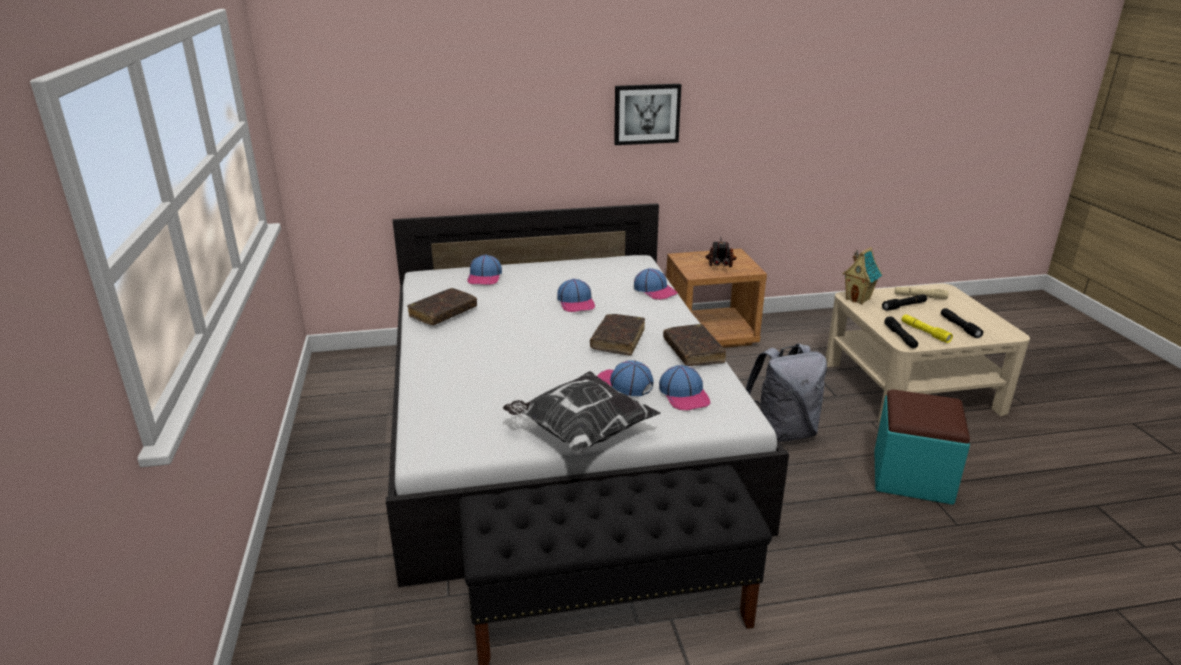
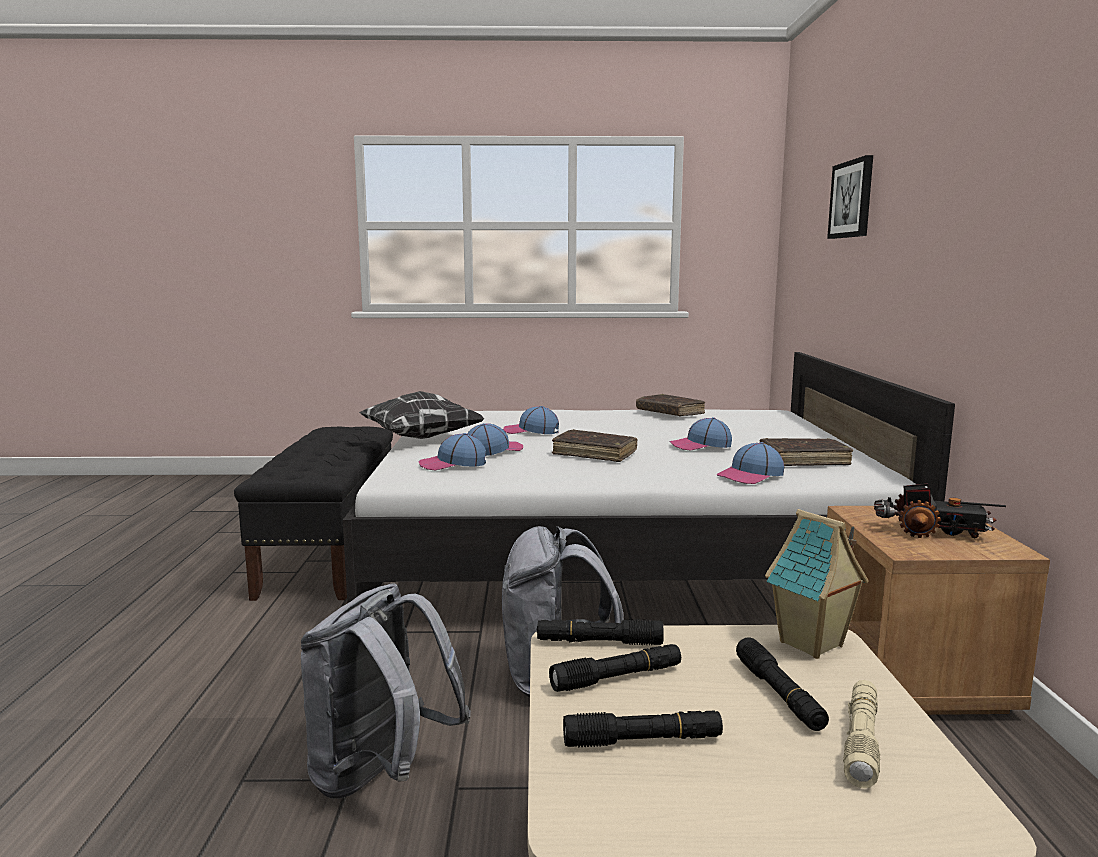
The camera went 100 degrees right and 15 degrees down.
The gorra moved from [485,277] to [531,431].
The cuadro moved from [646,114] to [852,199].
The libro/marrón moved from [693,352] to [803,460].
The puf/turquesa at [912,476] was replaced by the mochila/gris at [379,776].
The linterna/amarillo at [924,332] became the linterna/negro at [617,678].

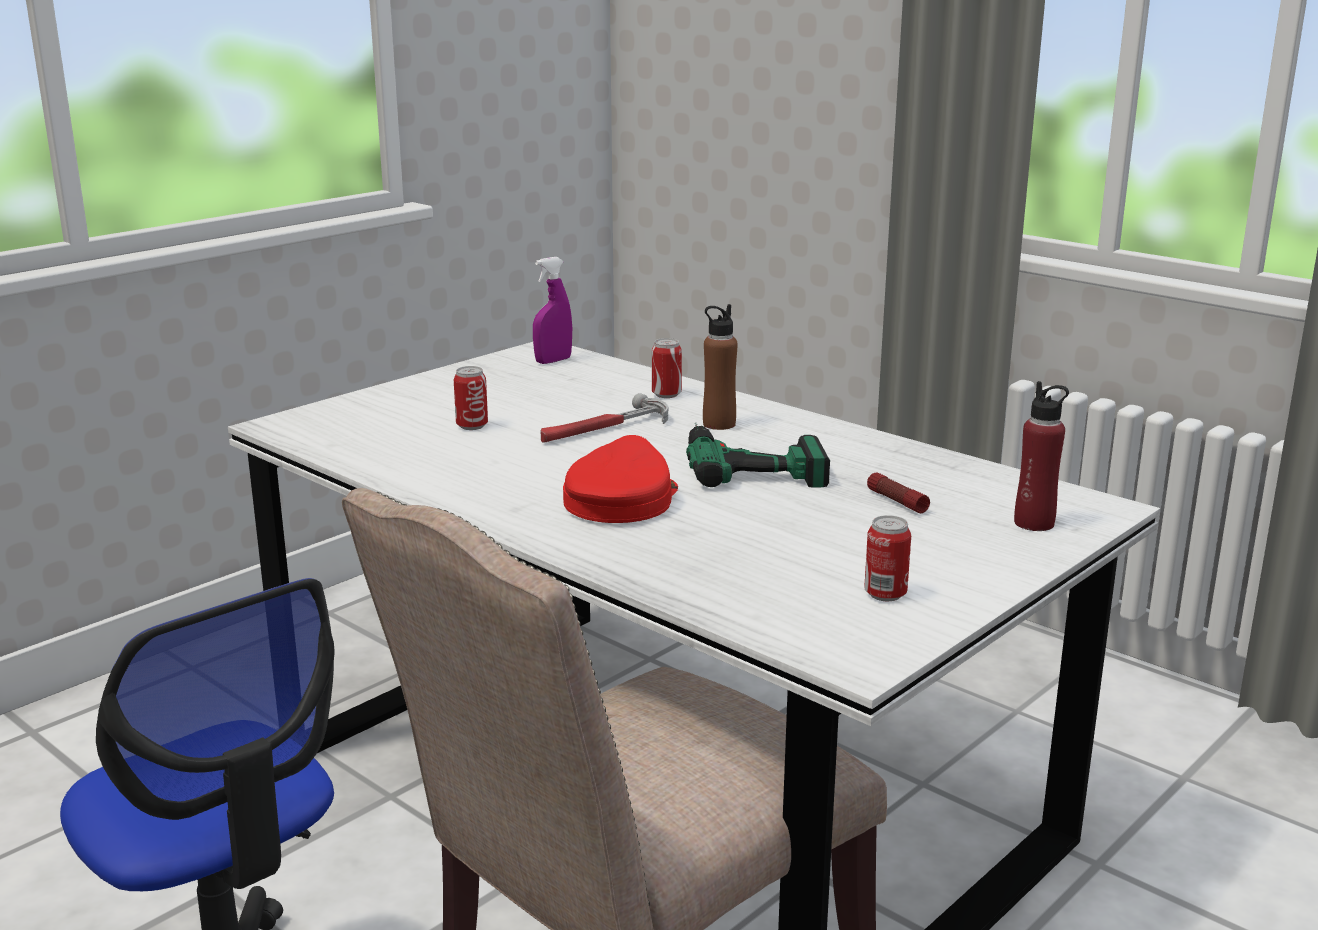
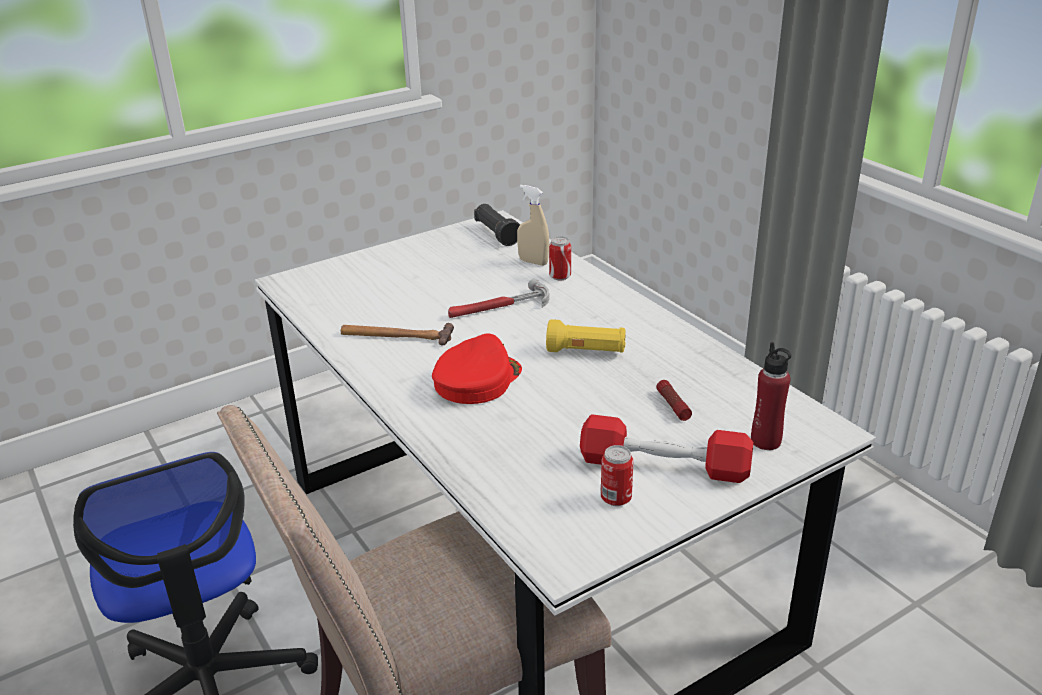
The camera went 15 degrees right and 10 degrees up.
The lata at [472,426] disappeared.
The botella/marrón at [719,424] disappeared.
The martillo at [396,336] appeared.
The pulverizador/beis at [533,262] appeared.
The mancuerna/rojo at [664,465] appeared.
The pulverizador/morado at [553,361] was replaced by the linterna/negro at [497,234].
The taladro at [750,461] was replaced by the linterna/amarillo at [586,352].

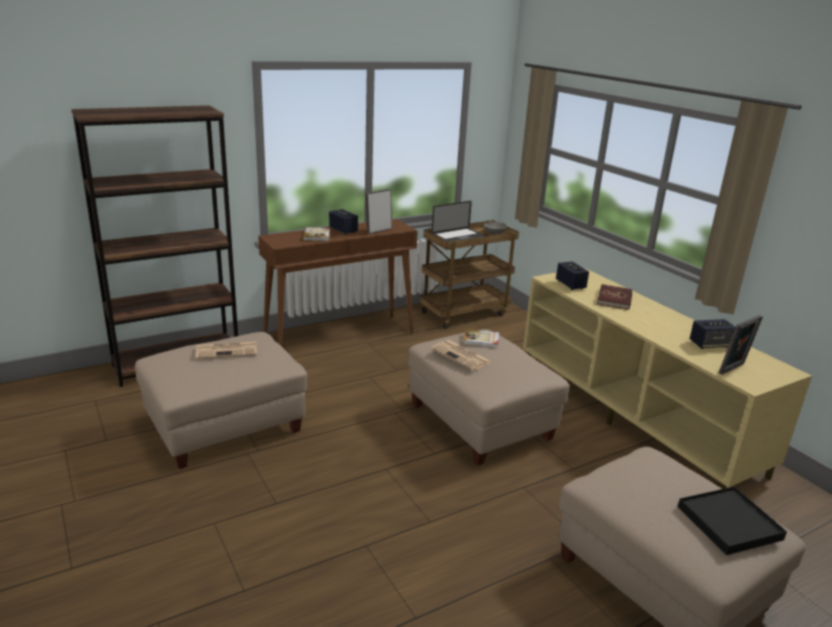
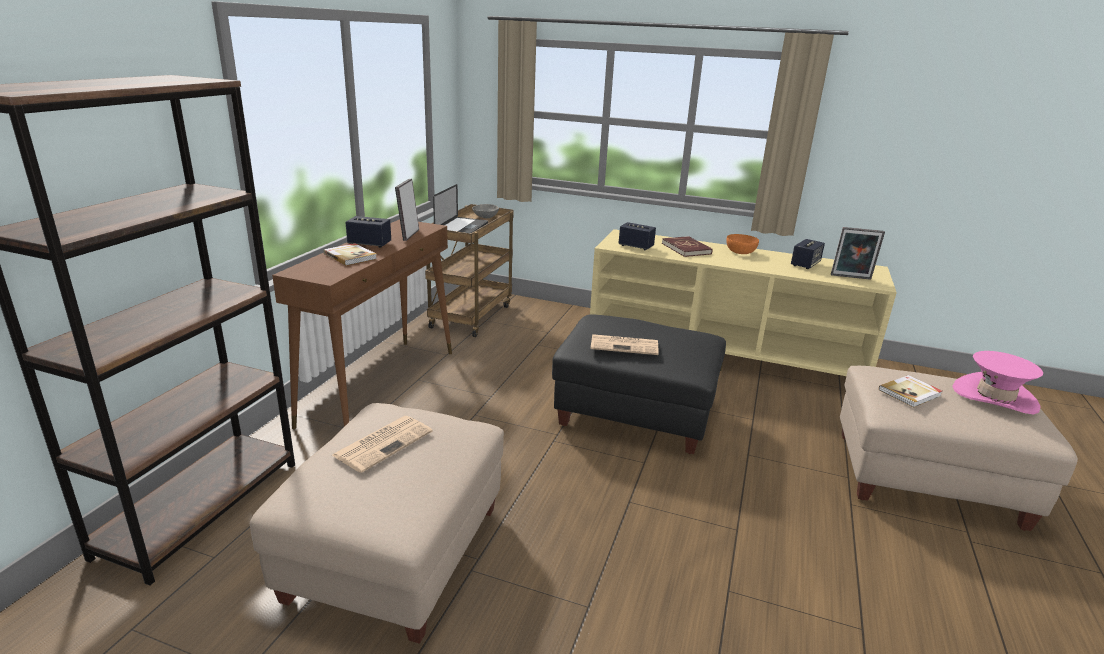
The camera went 40 degrees left and 0 degrees up.
The cuenco/naranja at [740,252] appeared.
The libro moved from [481,340] to [910,393].
The bandeja/negro at [729,523] was replaced by the sombrero/rosa at [994,397].
The puf/beis at [480,422] became the puf/negro at [635,413].
The portarretratos at [733,369] turned 90 degrees clockwise.

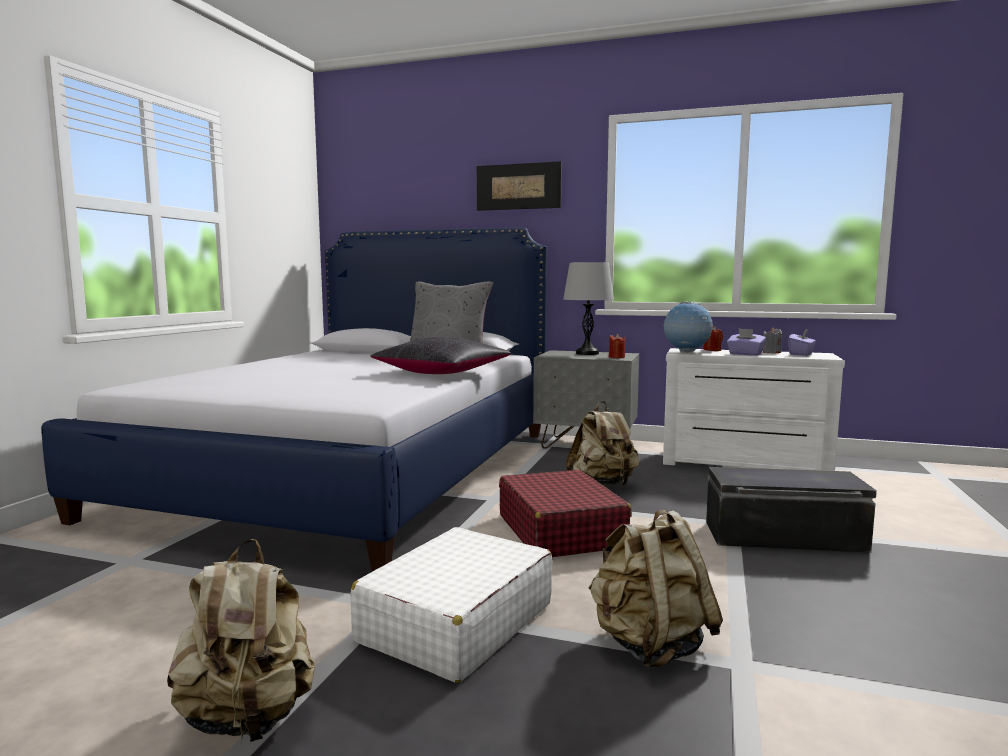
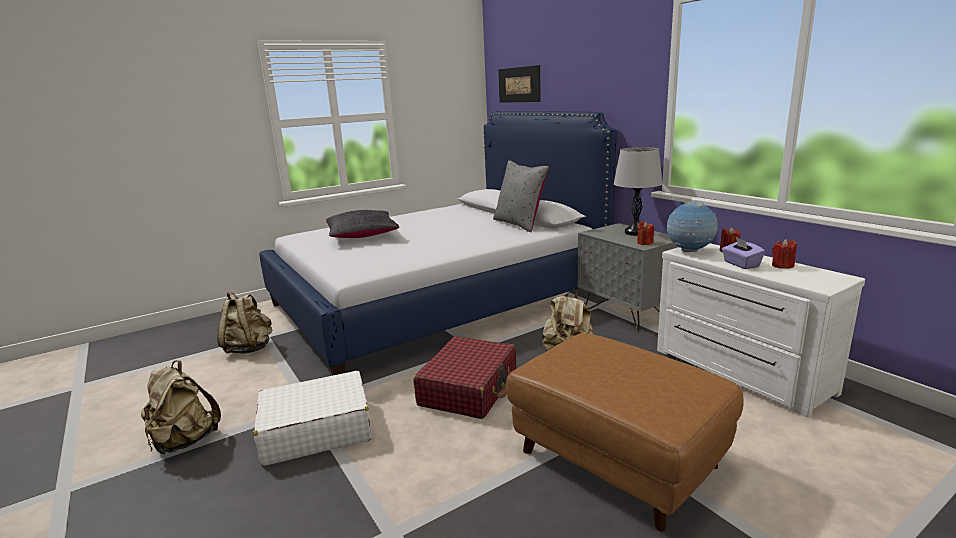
The camera went 40 degrees right and 10 degrees up.
The caja de pañuelos/morado at [801,354] disappeared.
The cojín/negro moved from [442,373] to [362,235].
The cuadro moved from [518,186] to [519,84].
The mochila/beis moved from [649,645] to [249,348].
The caja de almacenaje/negro at [784,537] was replaced by the puf/marrón at [618,458].
The vela/gris at [771,352] became the vela/rojo at [782,266].

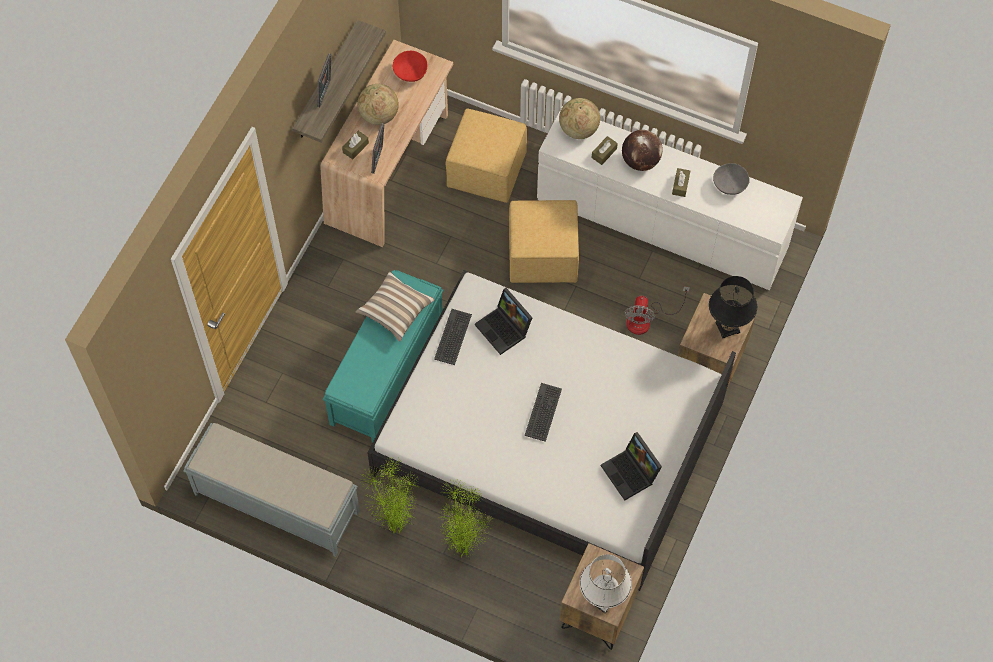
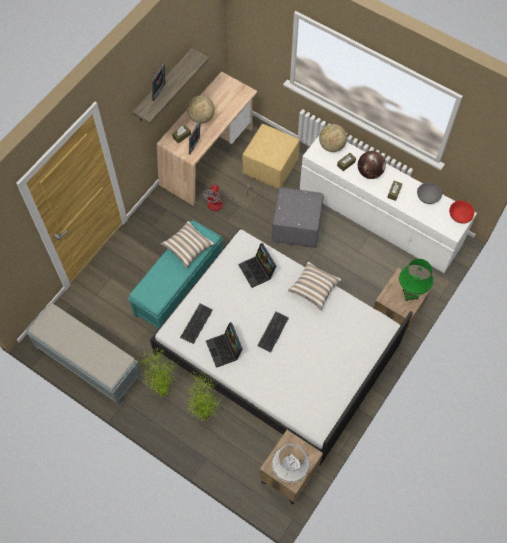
The camera went 10 degrees right and 0 degrees up.
The cojín at [314,288] appeared.
The cuenco/rojo moved from [410,72] to [459,216].
The teclado moved from [453,337] to [197,323].
The portátil moved from [631,473] to [225,350].
The ventilador moved from [646,320] to [220,202].
The puf/amarillo at [543,255] became the puf/gris at [296,227].
The lámpara de mesa/negro at [727,328] became the lámpara de mesa/verde at [410,294].

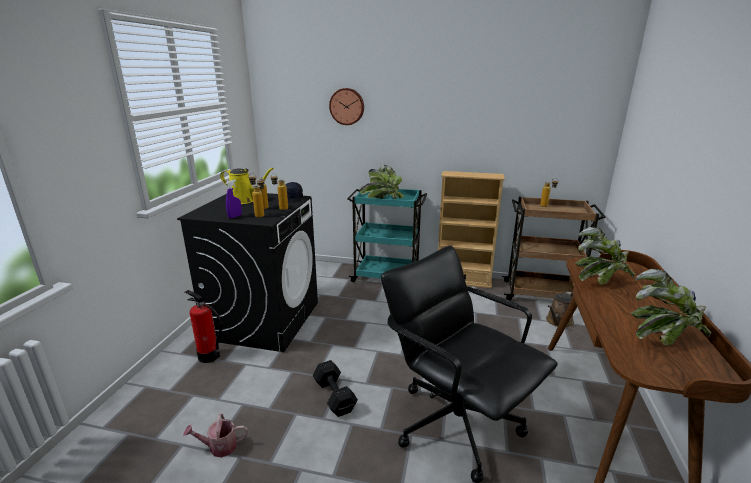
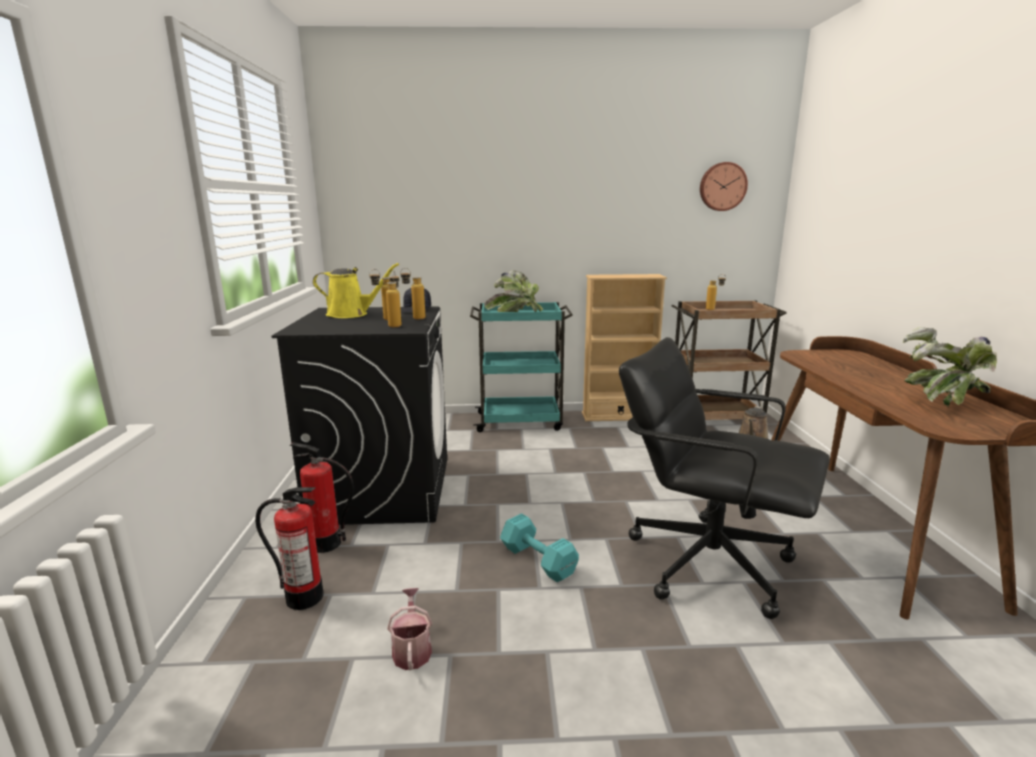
The camera went 15 degrees left and 5 degrees down.
The pulverizador/morado at [235,216] disappeared.
The planta en maceta at [600,280] disappeared.
The extintor at [304,597] appeared.
The reloj de pared moved from [347,106] to [722,186].
The mancuerna/negro at [334,395] became the mancuerna/turquesa at [537,559].
The regadera at [219,447] turned 105 degrees clockwise.

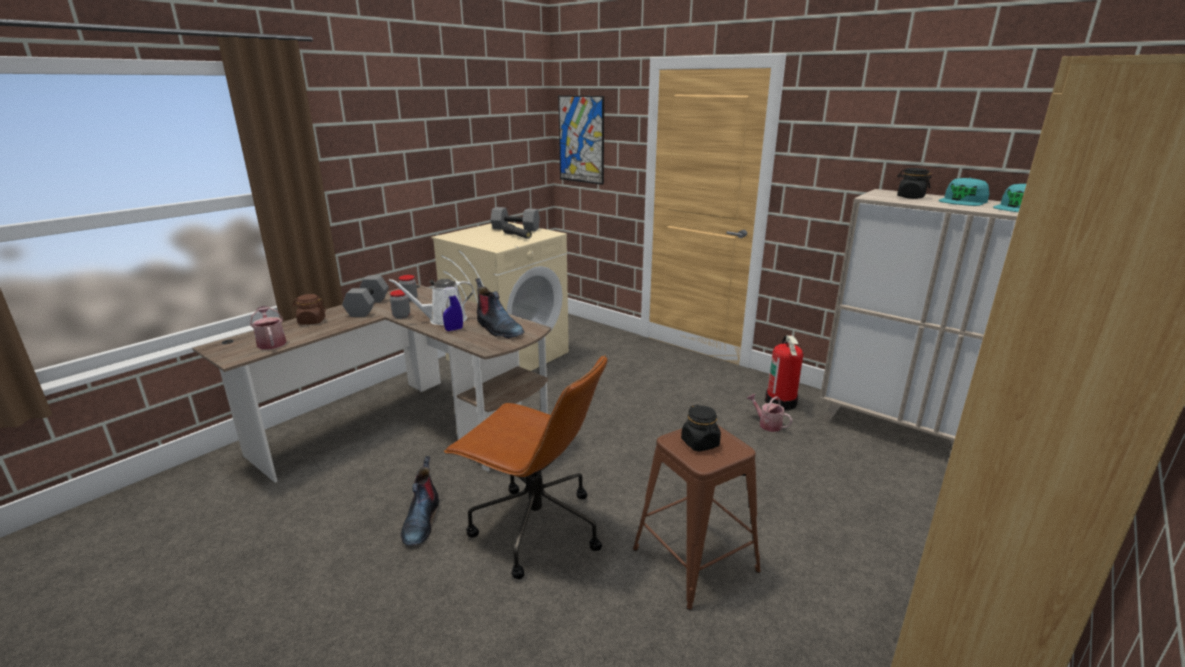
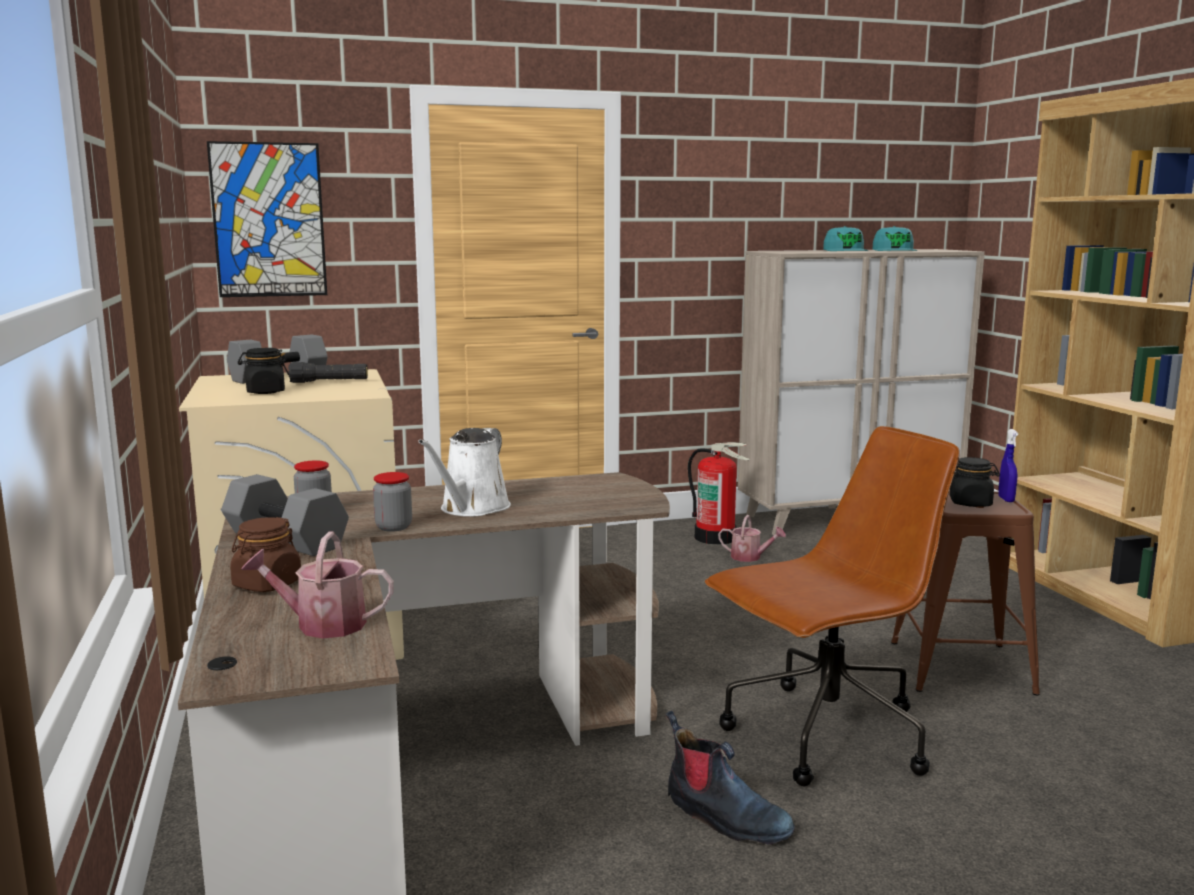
The camera went 55 degrees left and 10 degrees down.
The bota at [498,329] disappeared.
The pulverizador/azul moved from [454,329] to [1006,499].
The tarro/negro moved from [910,197] to [265,392].
The regadera at [767,424] turned 150 degrees counterclockwise.

